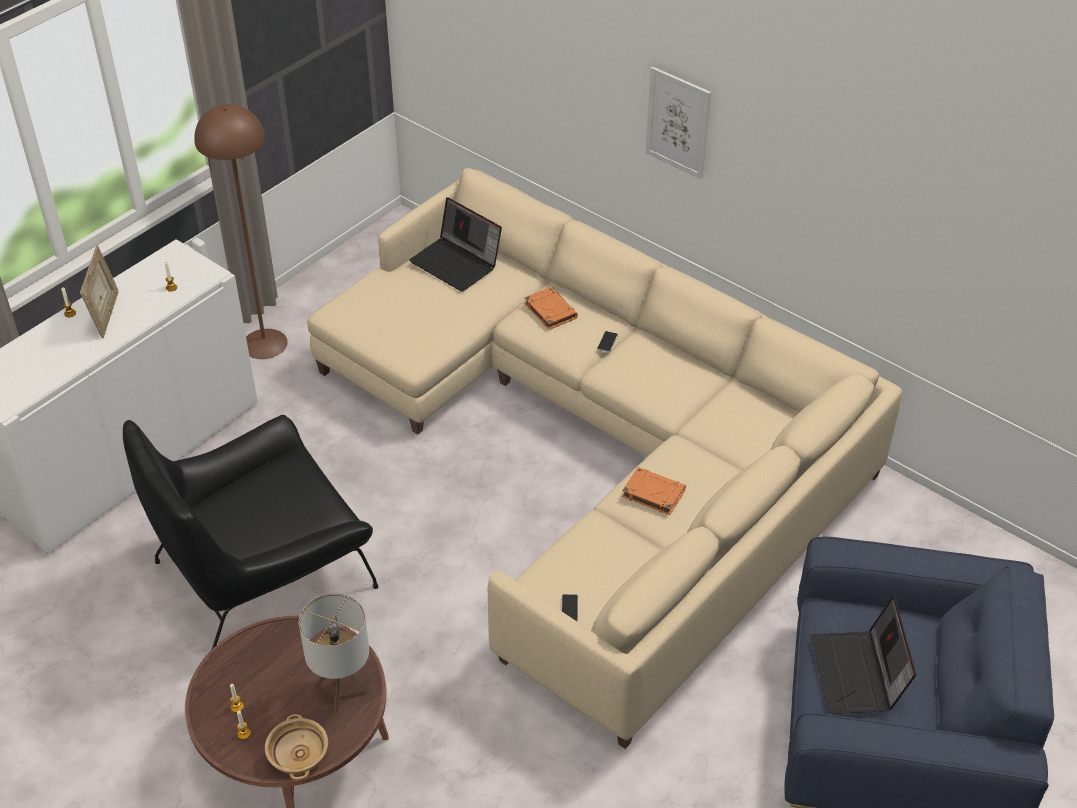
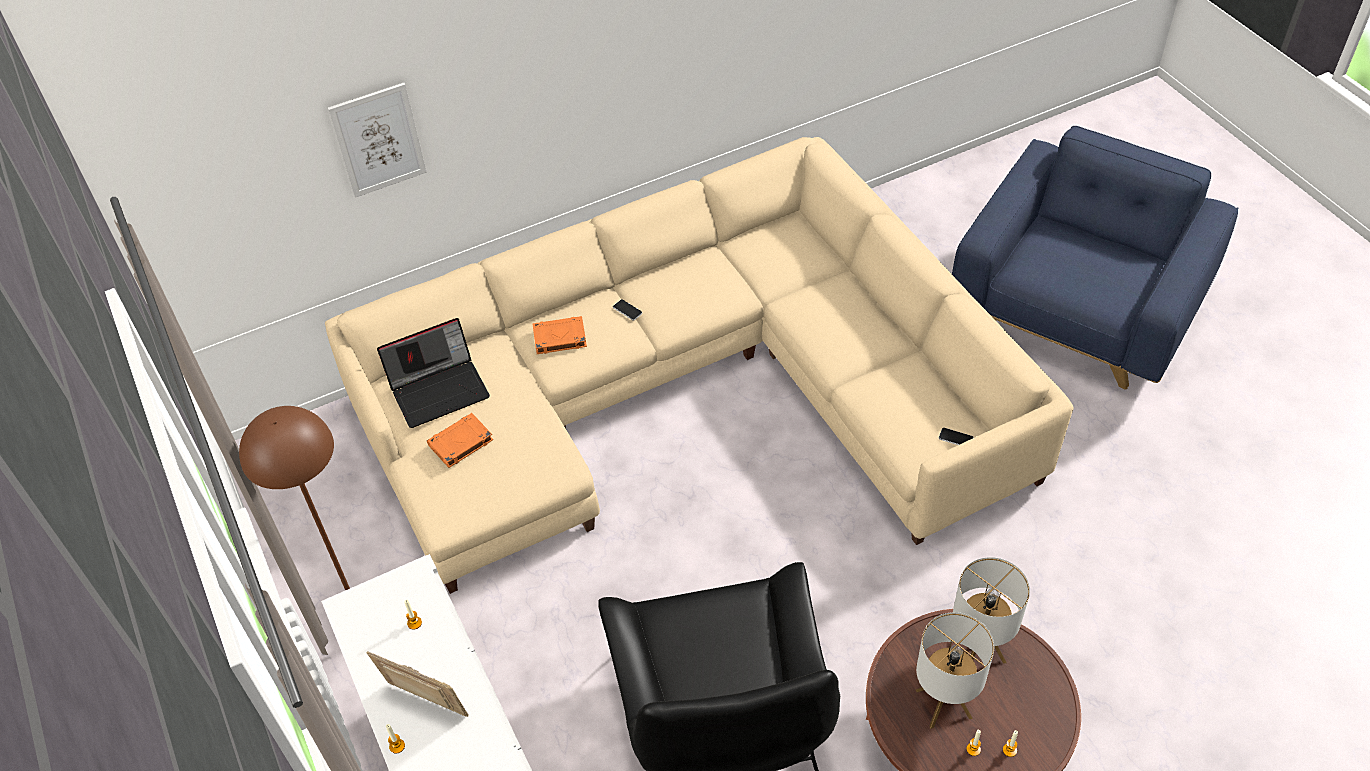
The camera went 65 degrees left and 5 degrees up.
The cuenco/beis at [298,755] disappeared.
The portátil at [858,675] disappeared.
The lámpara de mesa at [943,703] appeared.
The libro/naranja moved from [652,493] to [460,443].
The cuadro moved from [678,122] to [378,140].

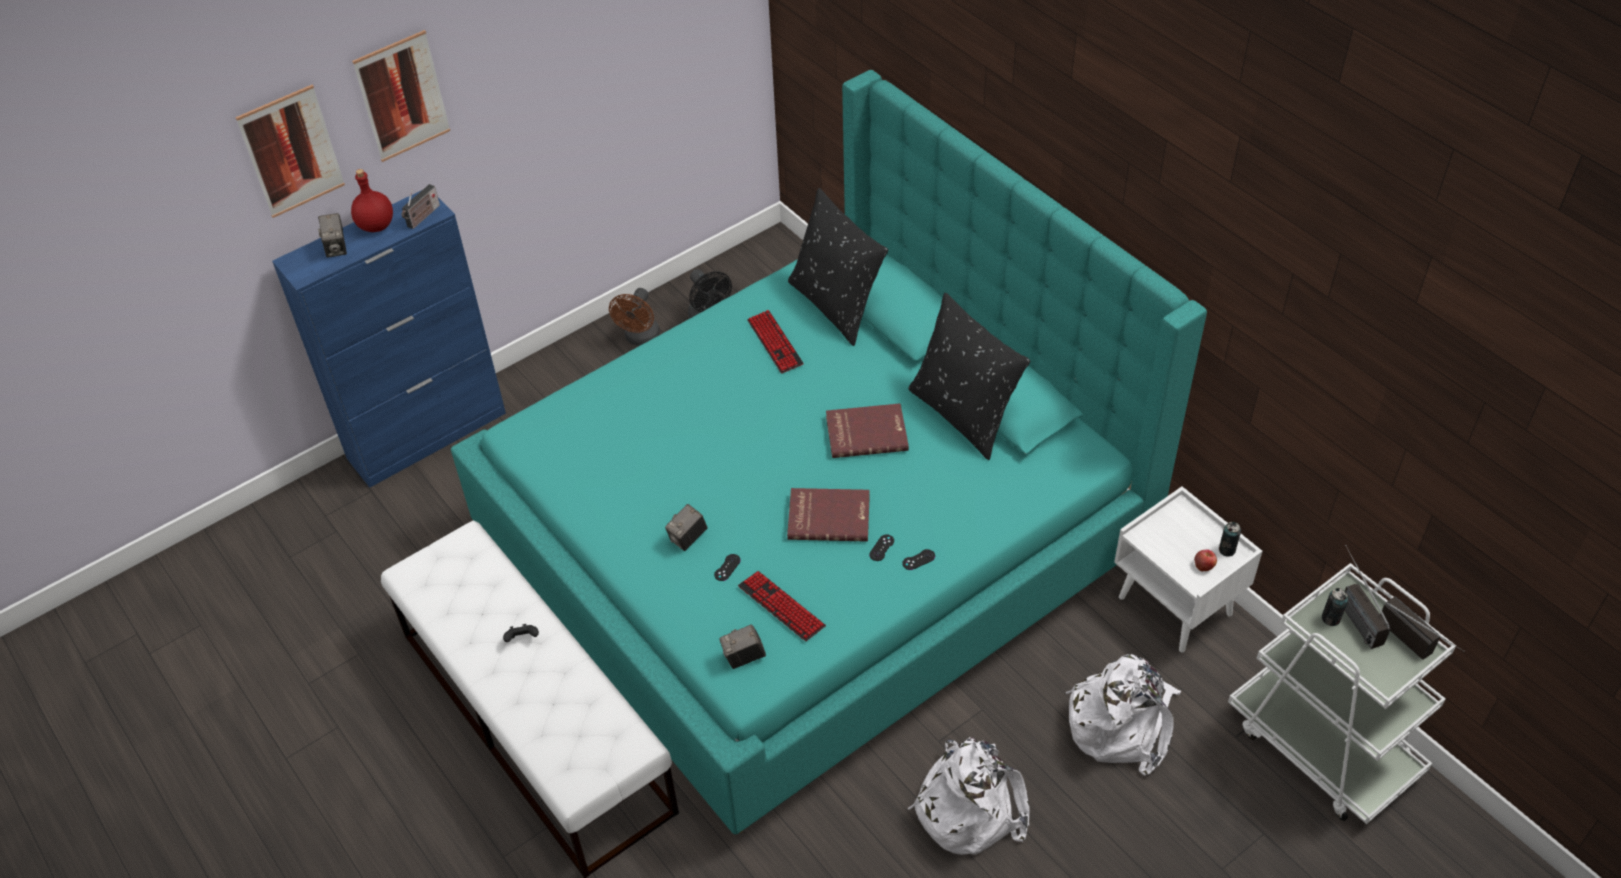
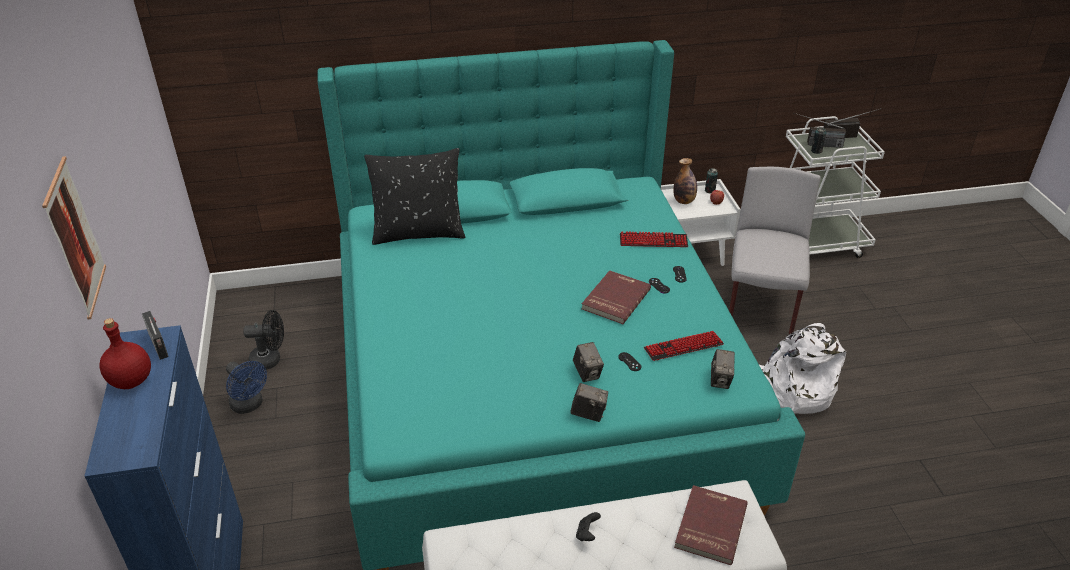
The camera went 65 degrees left and 10 degrees down.
The cuadro at [291,151] disappeared.
The cojín/negro at [964,414] disappeared.
The botella at [684,201] appeared.
The cámara moved from [337,248] to [588,414].
The teclado moved from [775,343] to [653,241].
The libro/rojo moved from [866,432] to [709,526].
The mochila/blanco at [1121,723] was replaced by the silla/gris at [761,305].
The ventilador/marrón at [640,339] became the ventilador/azul at [249,405].

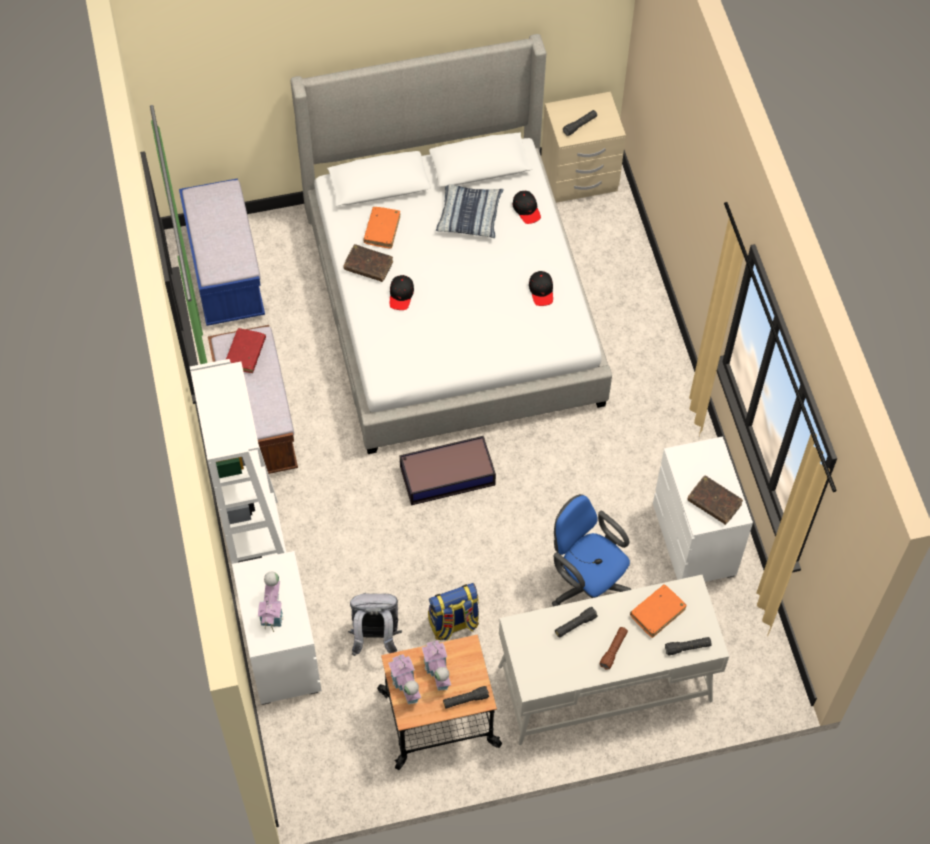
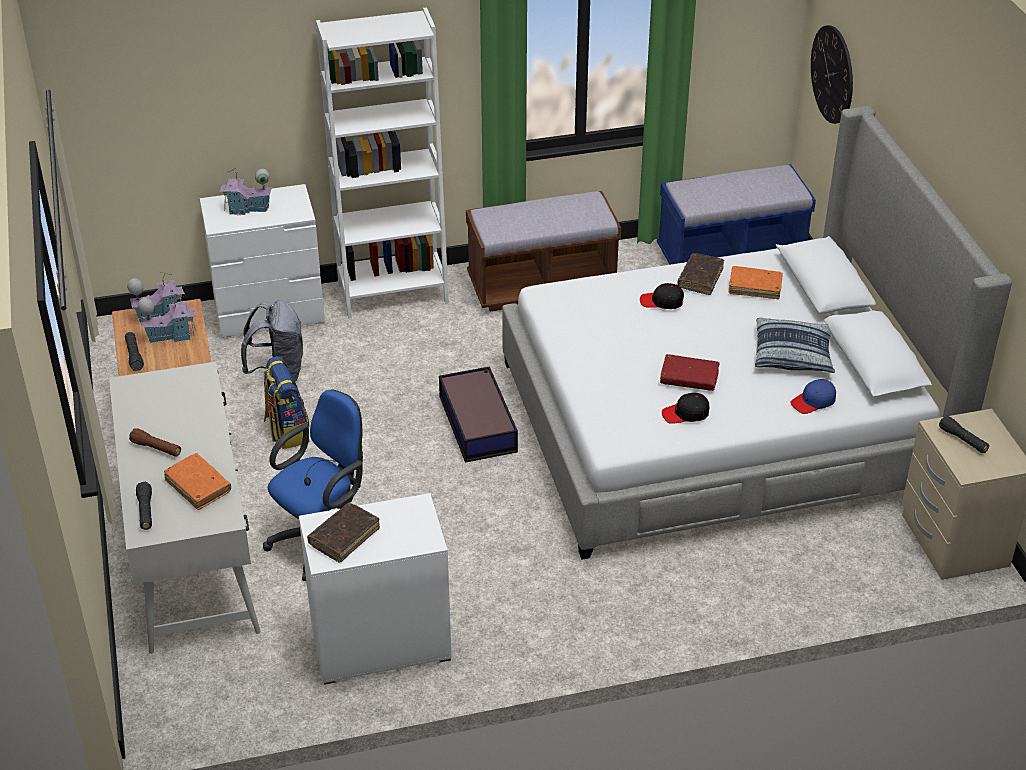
The camera went 90 degrees right and 20 degrees down.
The linterna/negro at [575,625] disappeared.
The reloj de pared at [832,74] appeared.
The libro/rojo moved from [245,353] to [689,378].
The gorra/negro at [526,209] became the gorra/azul at [813,401].

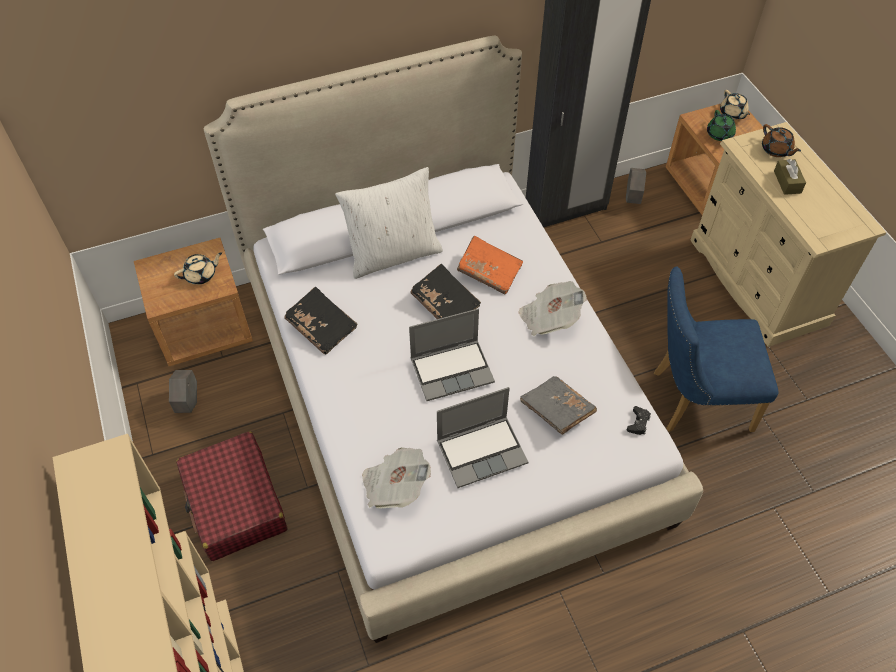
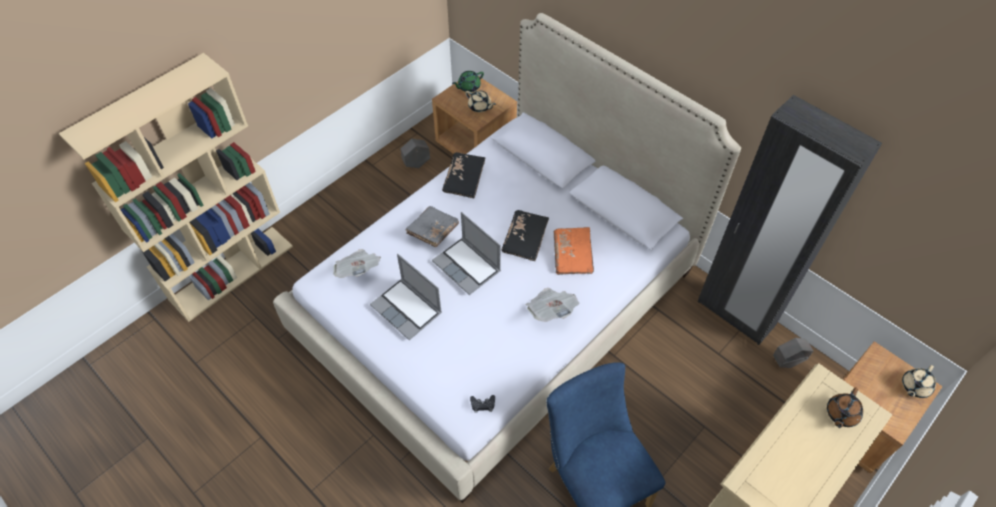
The camera went 65 degrees right and 0 degrees up.
The maleta/rojo at [235,503] disappeared.
The cojín/blanco at [393,254] disappeared.
The caja de pañuelos/marrón at [787,182] disappeared.
The libro/gris moved from [556,411] to [433,231].
The tetera/verde moved from [719,135] to [468,87].

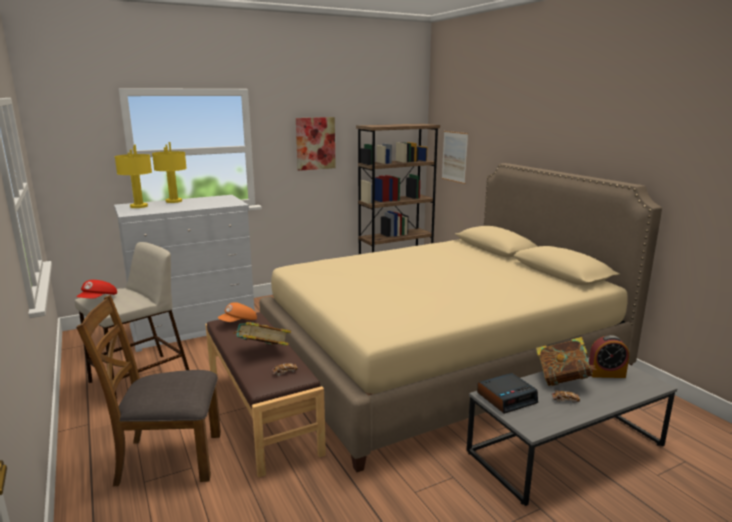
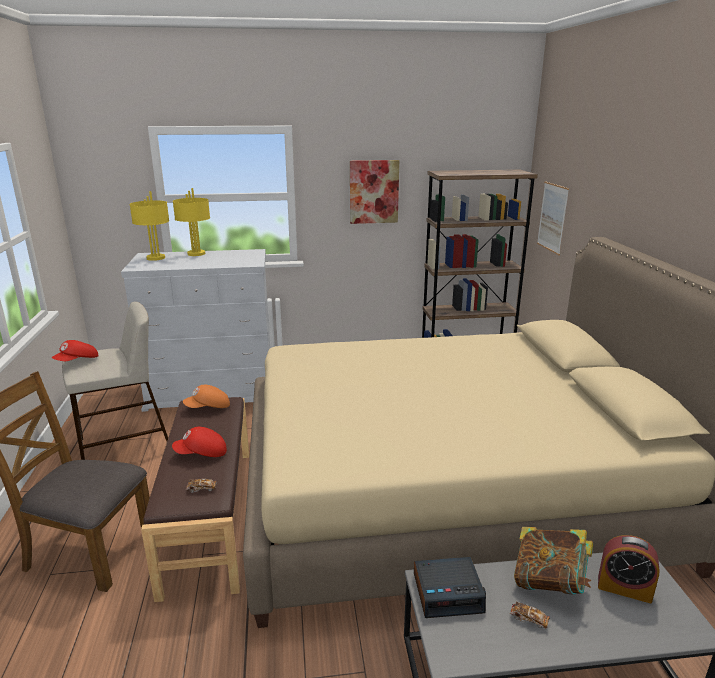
The camera went 20 degrees right and 5 degrees up.
The libro at [263,351] was replaced by the gorra/rojo at [201,454].

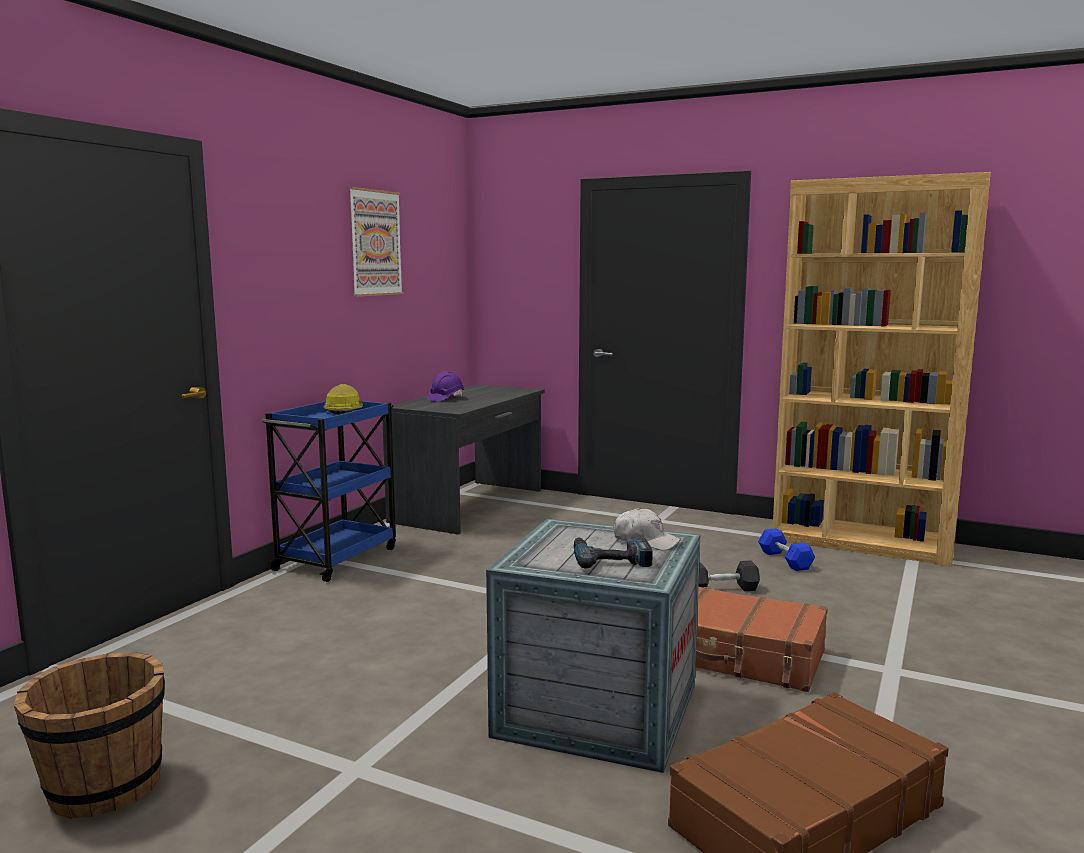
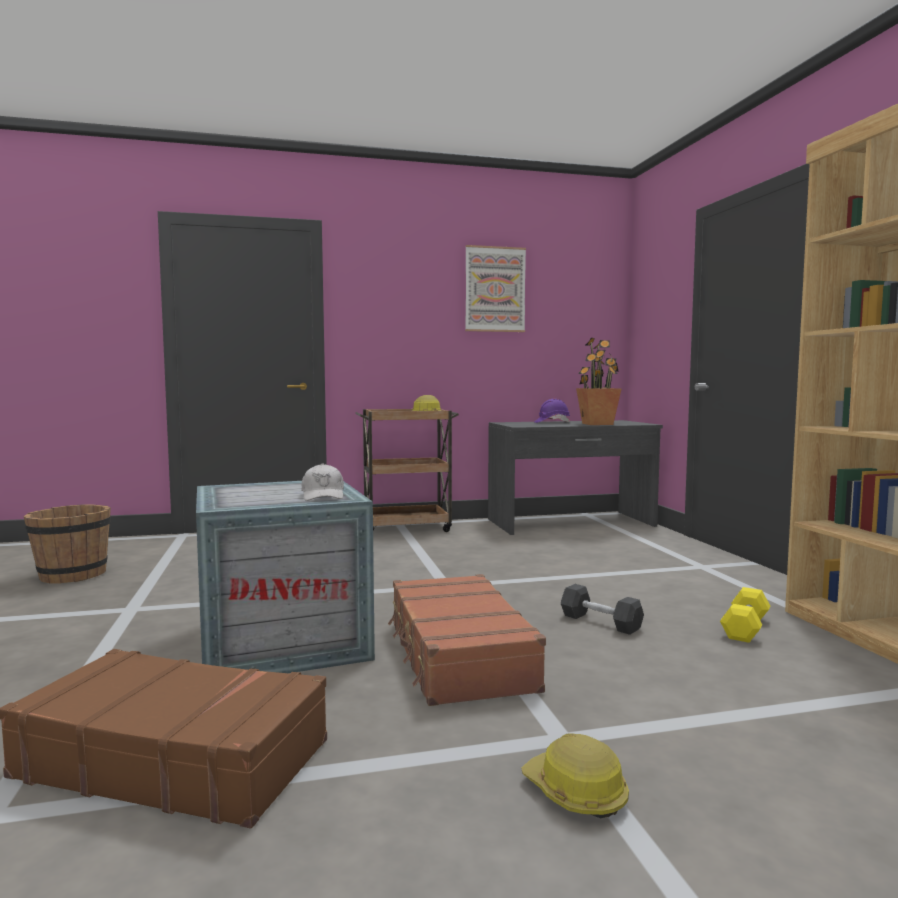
The camera went 50 degrees right and 5 degrees down.
The taladro at [610,559] disappeared.
The casco at [575,793] appeared.
The planta en maceta at [598,424] appeared.
The carrito/azul at [337,558] became the carrito/marrón at [407,528].
The mancuerna/azul at [785,560] became the mancuerna/amarillo at [745,628].

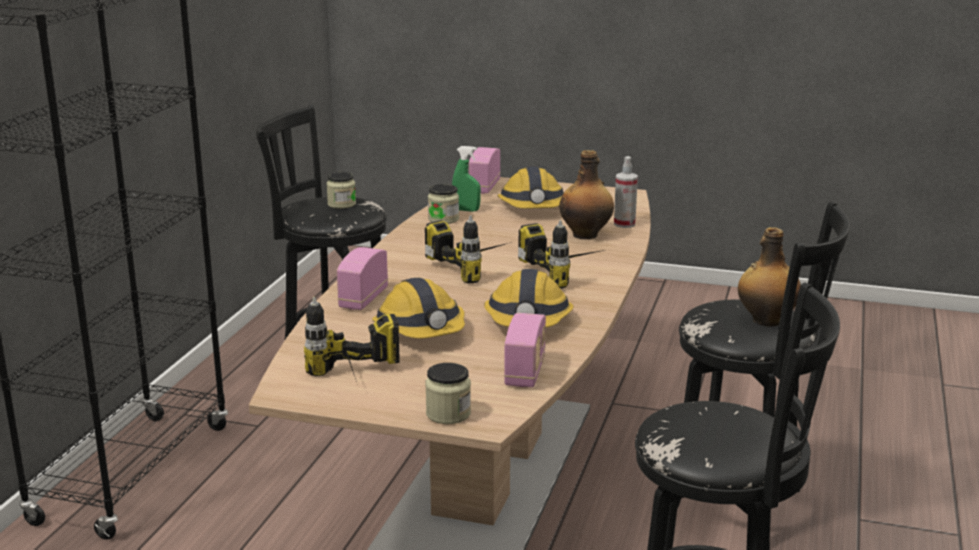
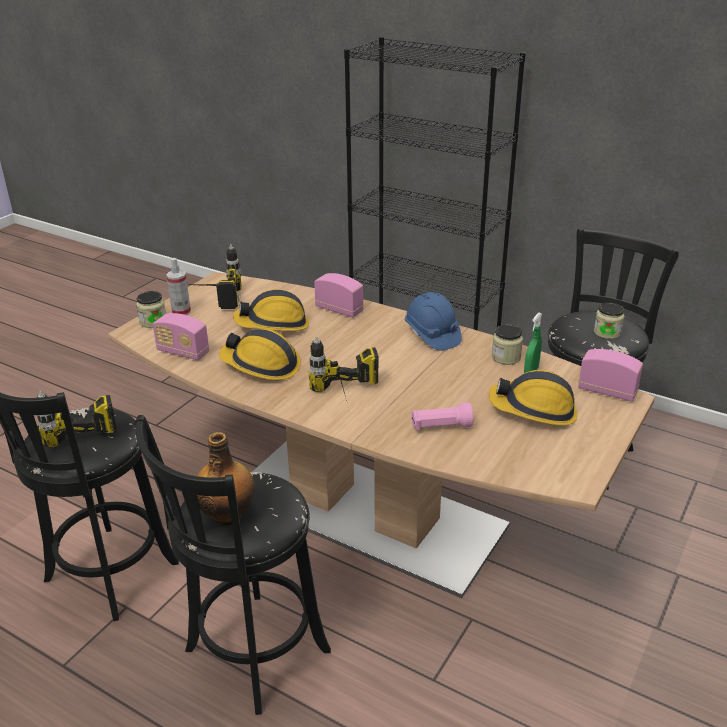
The camera went 105 degrees right and 10 degrees up.
The casco/azul at [432,335] appeared.
The taladro moved from [477,267] to [82,453].
The pulverizador moved from [624,224] to [181,312].
The botella at [586,235] was replaced by the linterna/rosa at [440,427].

